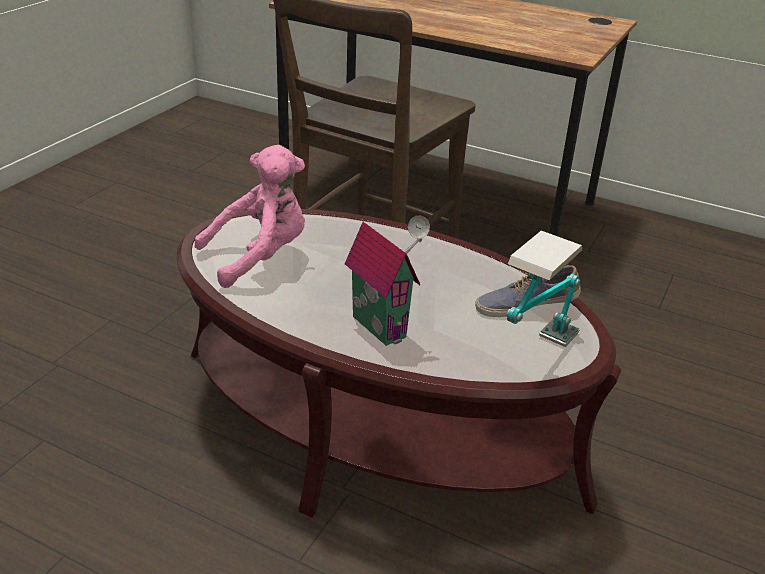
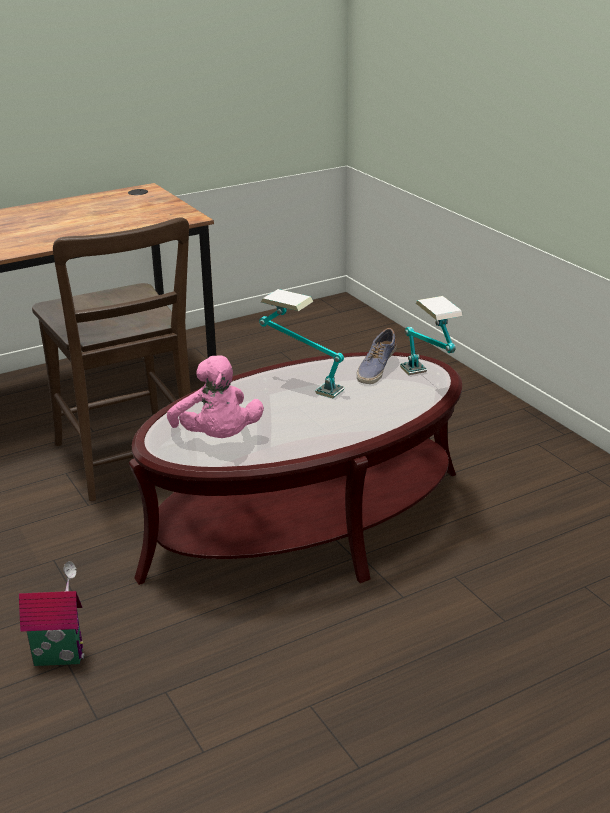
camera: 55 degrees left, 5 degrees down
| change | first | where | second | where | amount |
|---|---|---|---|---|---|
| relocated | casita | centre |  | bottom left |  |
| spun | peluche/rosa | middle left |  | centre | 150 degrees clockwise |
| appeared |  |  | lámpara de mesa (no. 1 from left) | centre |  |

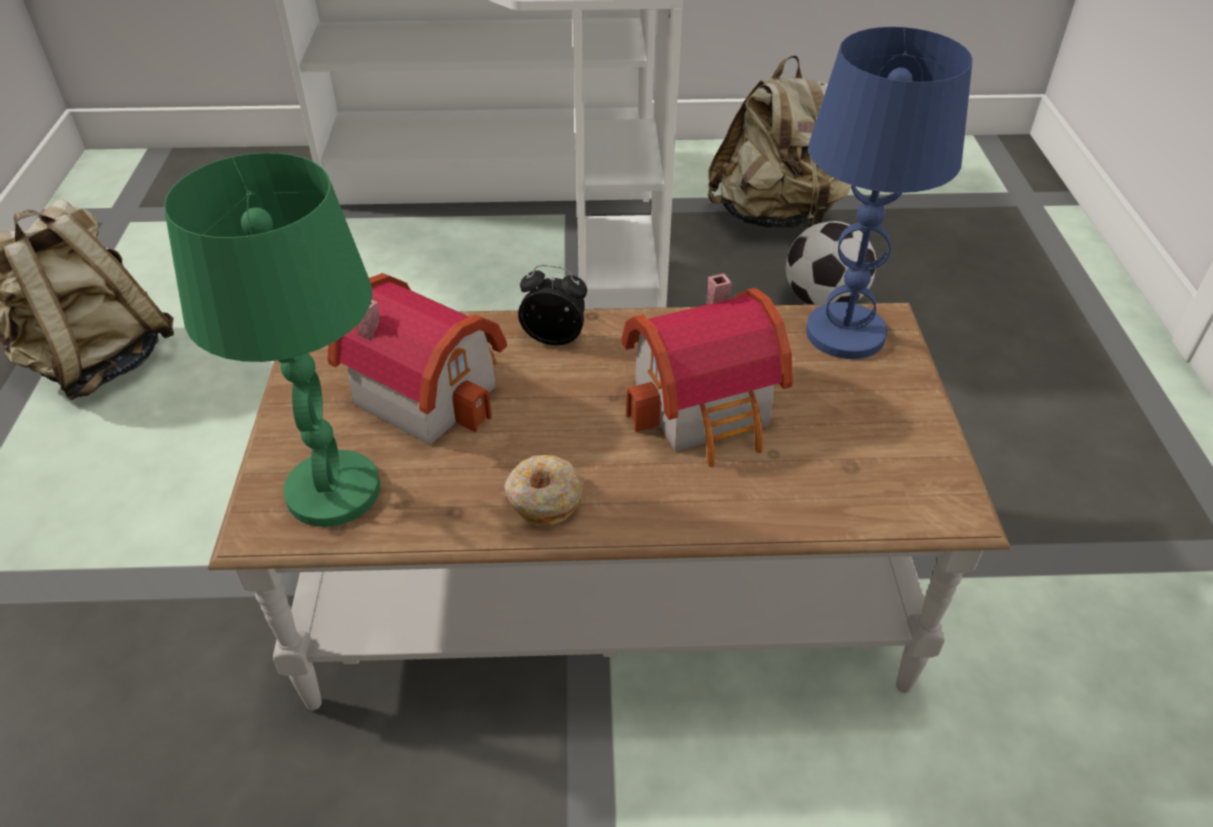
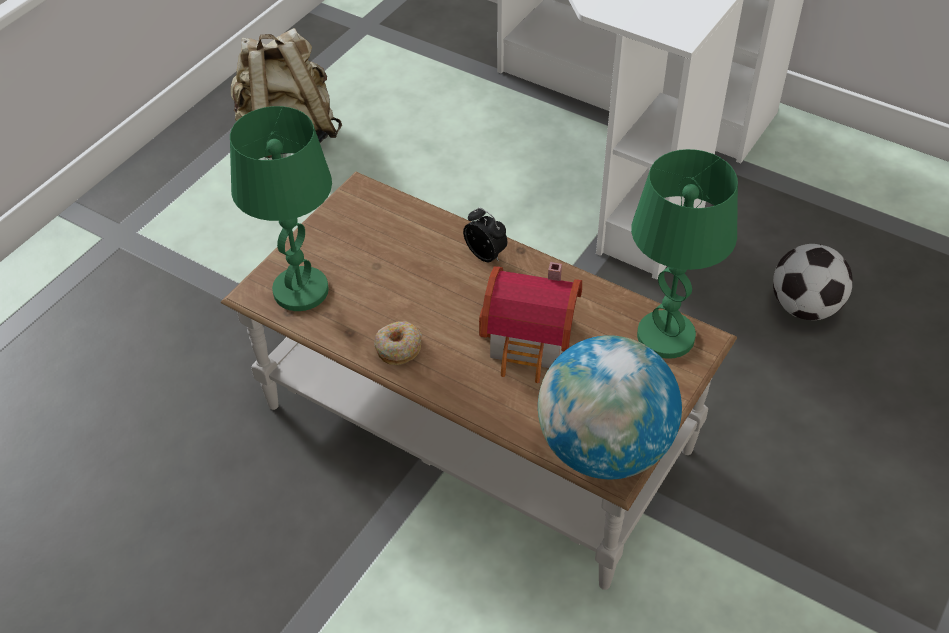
camera: 35 degrees right, 5 degrees up
| change | first | where | second | where | amount |
|---|---|---|---|---|---|
| appeared |  |  | globo terráqueo | centre |  |
| colour | lámpara de mesa/azul | top right | lámpara de mesa/verde (no. 2 from left) | middle right |  |
| missing | casita (no. 1 from left) | centre |  |  |  |
| missing | mochila/beis (no. 2 from left) | top centre |  |  |  |

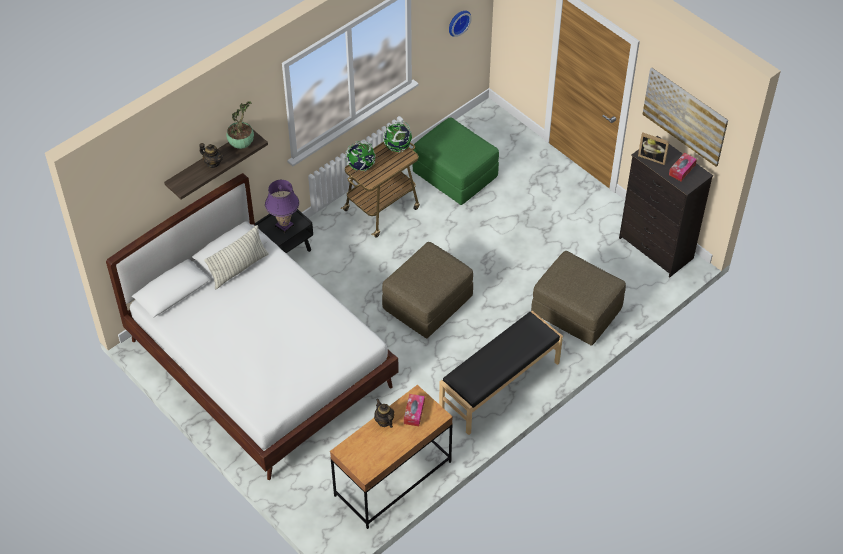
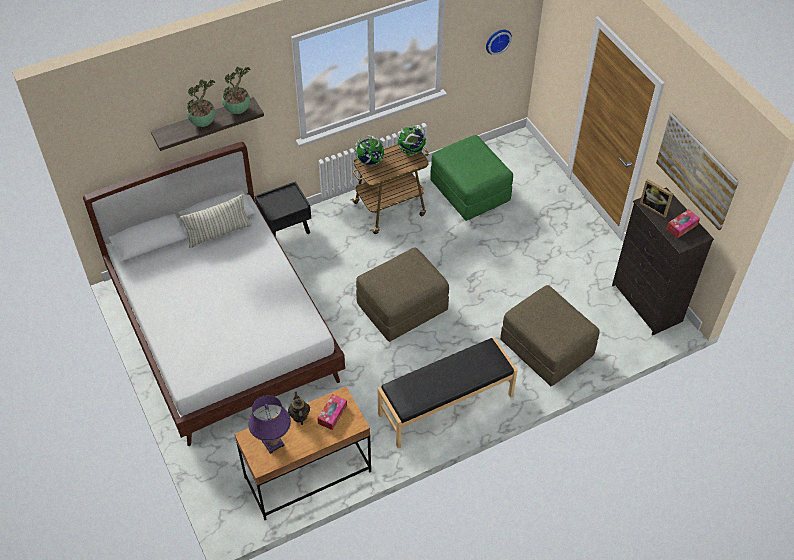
camera: 15 degrees right, 0 degrees up
| change | first | where | second | where | amount |
|---|---|---|---|---|---|
| exchanged | tetera (no. 1 from left) | top left | planta en maceta (no. 1 from left) | top left |  |
| relocated | lámpara de mesa/morado | centre |  | bottom centre |  |

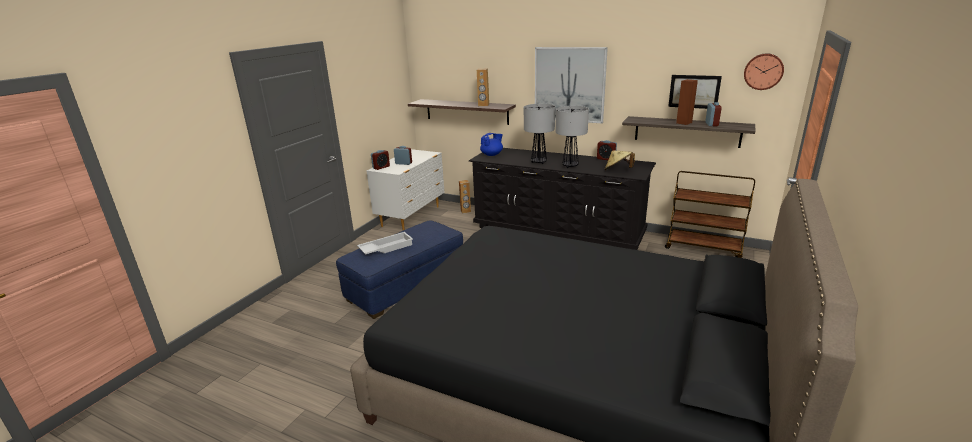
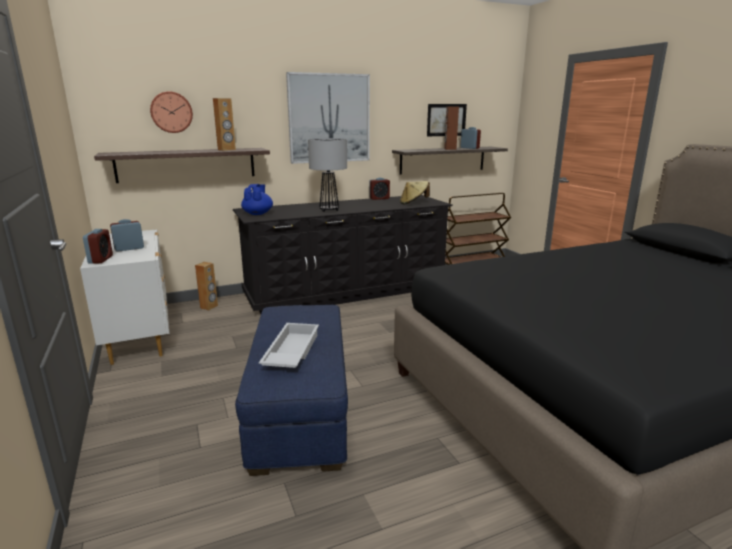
camera: 50 degrees left, 5 degrees down
| change | first | where | second | where | amount |
|---|---|---|---|---|---|
| relocated | reloj de pared | top right |  | top left |  |
| missing | lámpara de mesa (no. 2 from left) | top centre |  |  |  |

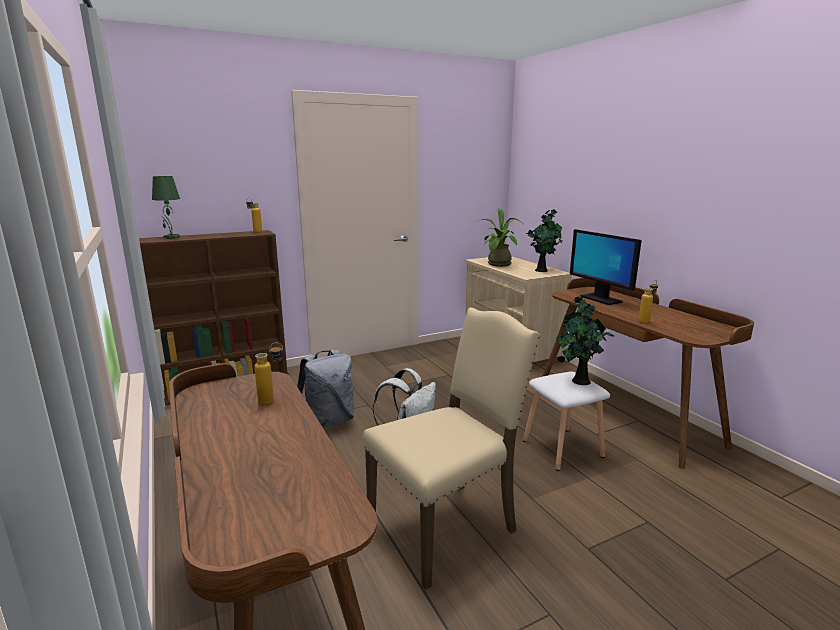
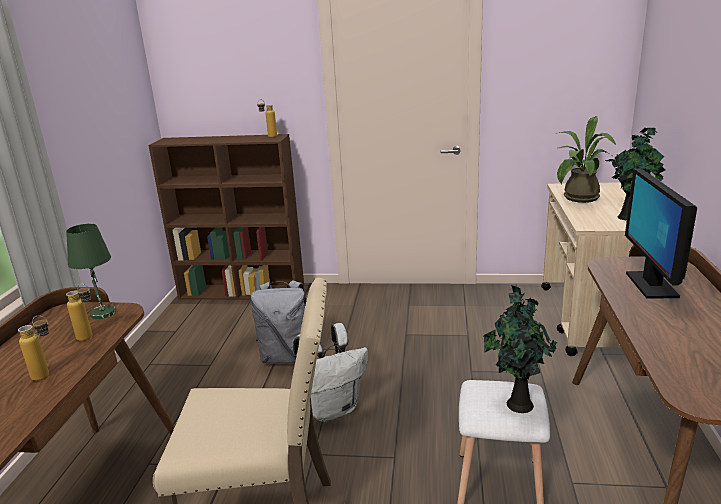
camera: 35 degrees right, 5 degrees up
| change | first | where | second | where | amount |
|---|---|---|---|---|---|
| relocated | botella (no. 3 from left in the first image) | middle right | botella (no. 1 from left) | bottom left |  |
| relocated | lámpara de mesa/verde | top left |  | middle left |  |

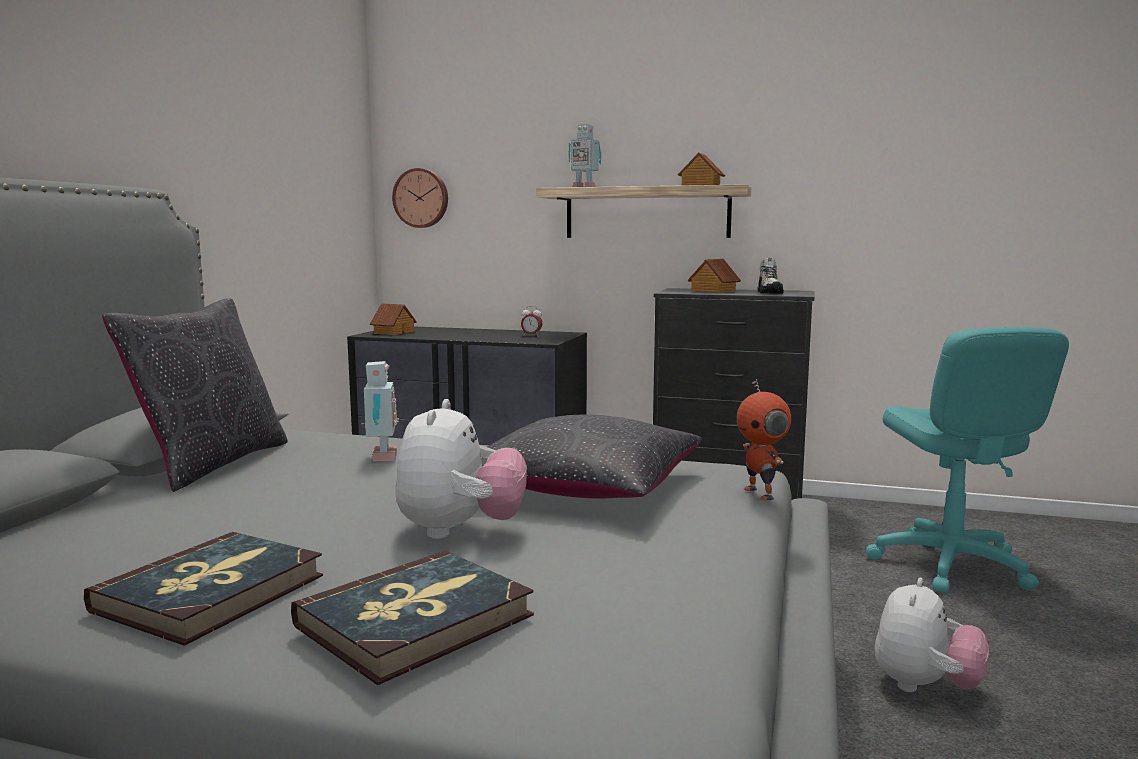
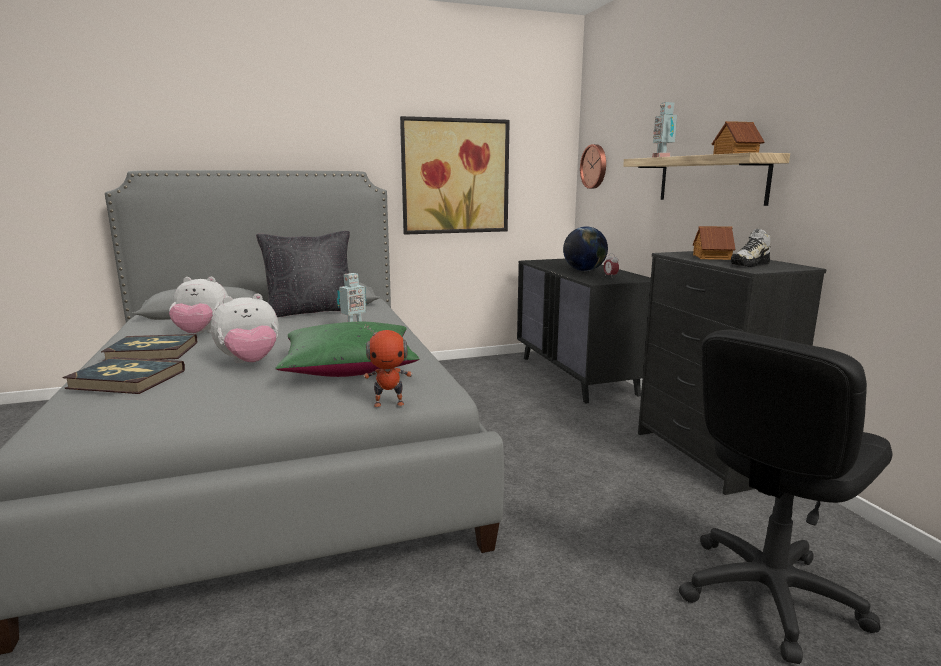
camera: 55 degrees right, 5 degrees up
| change | first | where | second | where | amount |
|---|---|---|---|---|---|
| relocated | peluche (no. 2 from left in the first image) | bottom right | peluche (no. 1 from left) | middle left |  |
| colour | cojín/negro (no. 2 from left) | centre | cojín/verde | centre |  |
| spun | robot de juguete (no. 3 from left in the first image) | middle right | robot de juguete (no. 2 from left) | centre | 135 degrees counterclockwise |
| appeared |  |  | cuadro | top centre |  |
| appeared |  |  | globo terráqueo | centre |  |
| colour | silla de oficina/turquesa | middle right | silla de oficina/negro | bottom right |  |
| missing | casita (no. 1 from left) | centre |  |  |  |

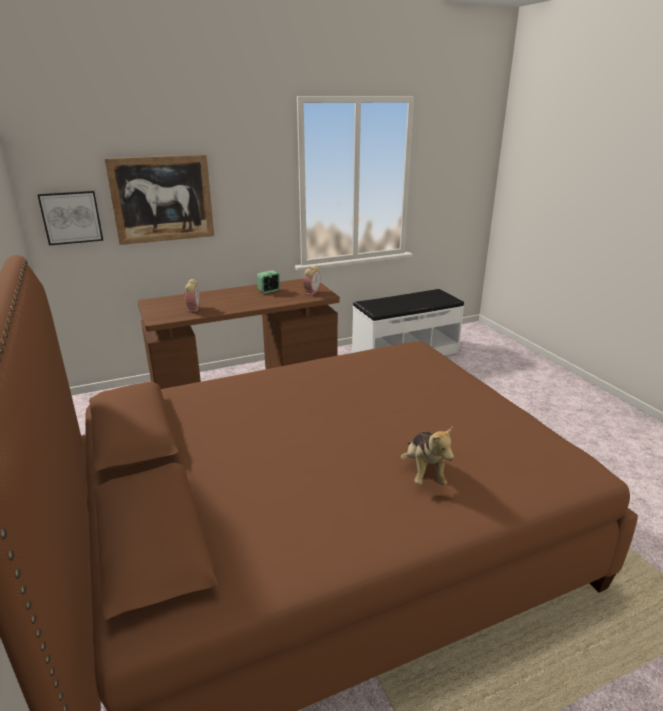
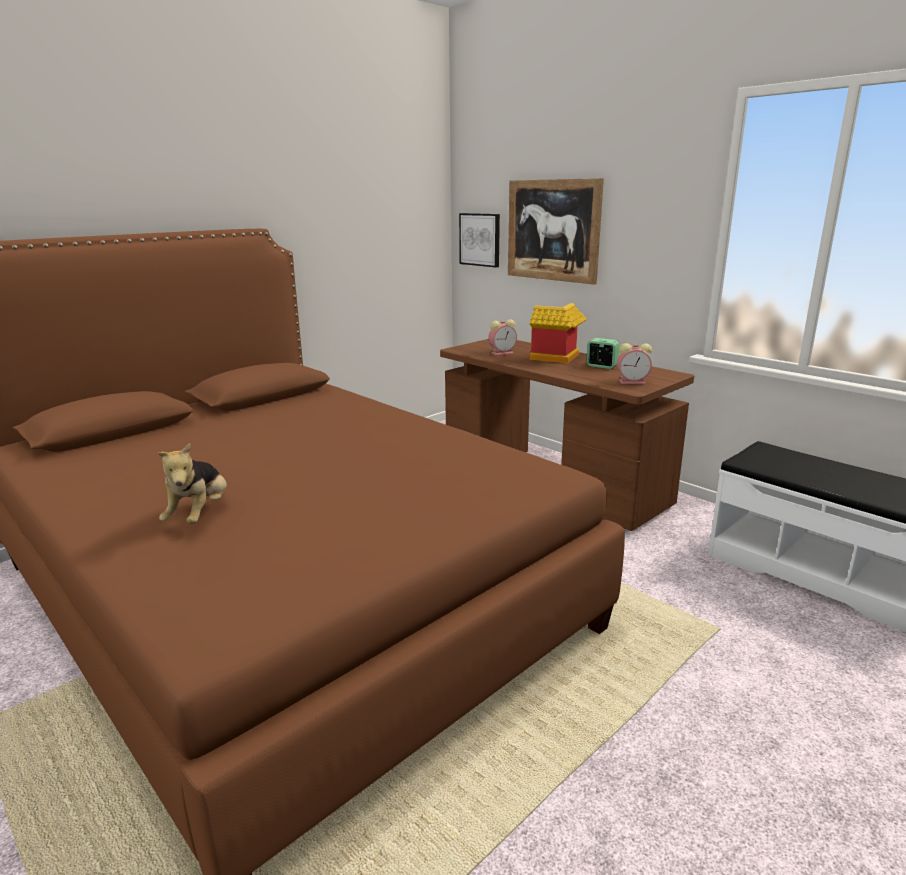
camera: 70 degrees right, 5 degrees down
| change | first | where | second | where | amount |
|---|---|---|---|---|---|
| spun | peluche | centre |  | middle left | 60 degrees counterclockwise |
| appeared |  |  | casita | centre |  |

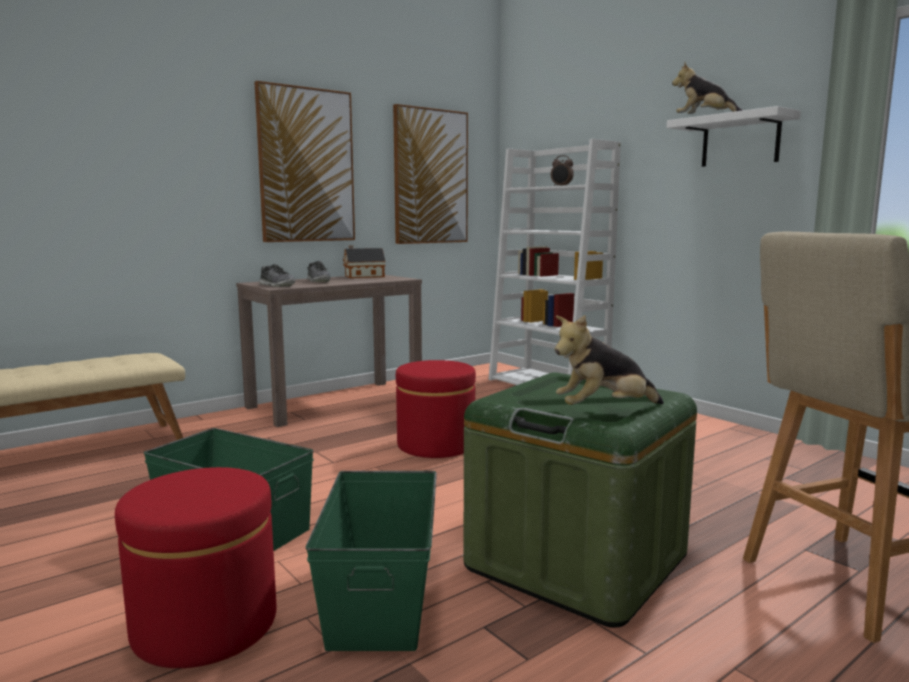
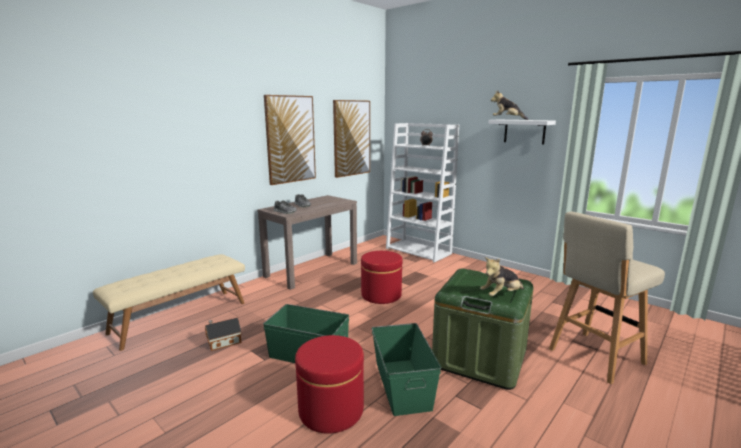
camera: 10 degrees left, 5 degrees up
| change | first | where | second | where | amount |
|---|---|---|---|---|---|
| relocated | casita | centre |  | bottom left |  |

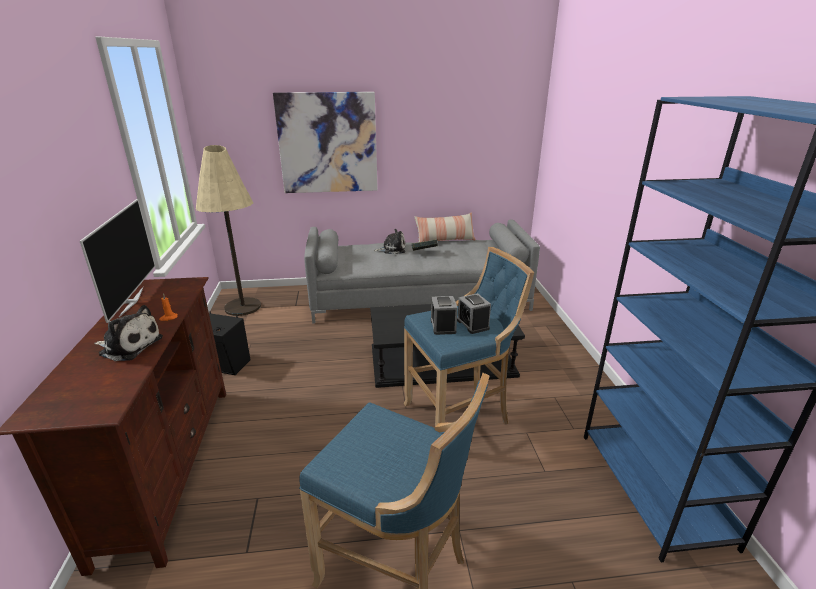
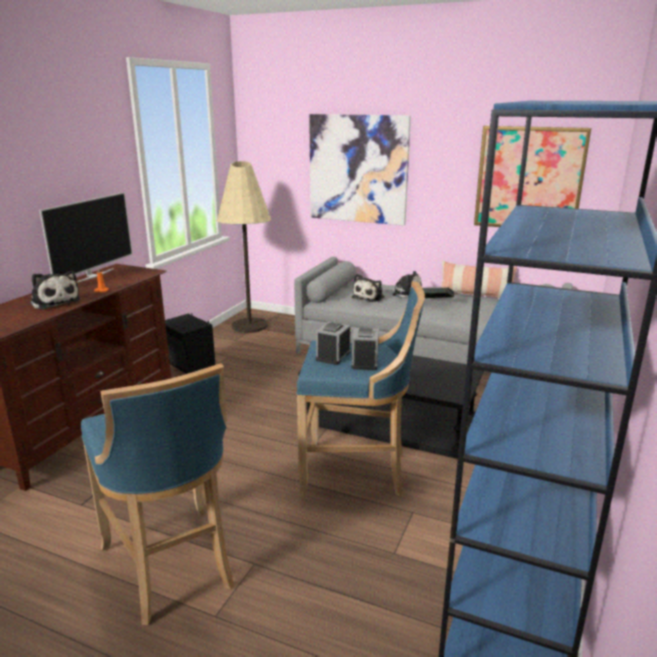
camera: 30 degrees right, 5 degrees down
| change | first | where | second | where | amount |
|---|---|---|---|---|---|
| appeared |  |  | peluche (no. 2 from left) | centre |  |
| appeared |  |  | cuadro (no. 2 from left) | top right |  |

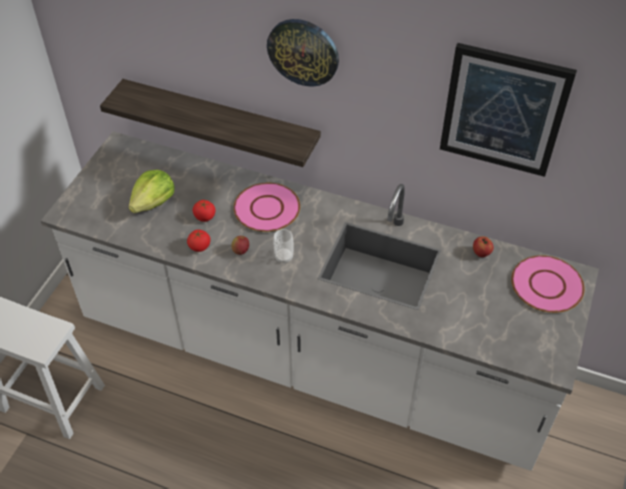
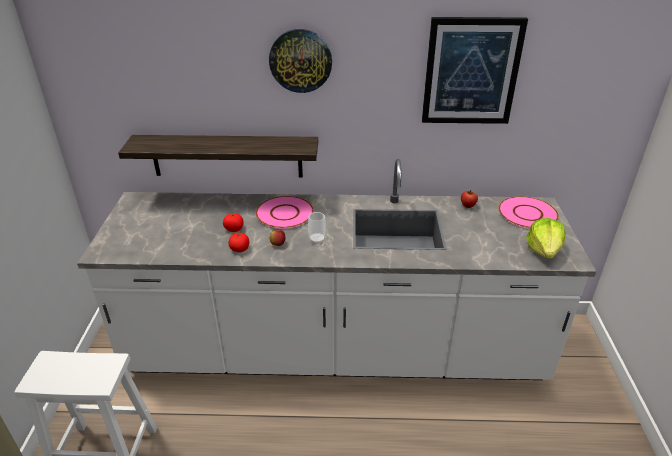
camera: 20 degrees left, 15 degrees down
| change | first | where | second | where | amount |
|---|---|---|---|---|---|
| relocated | lechuga | middle left |  | middle right |  |

